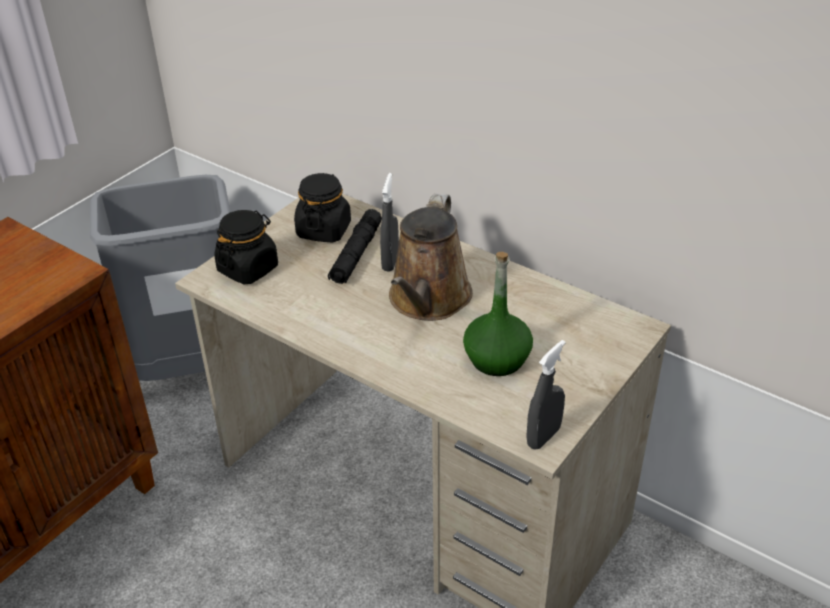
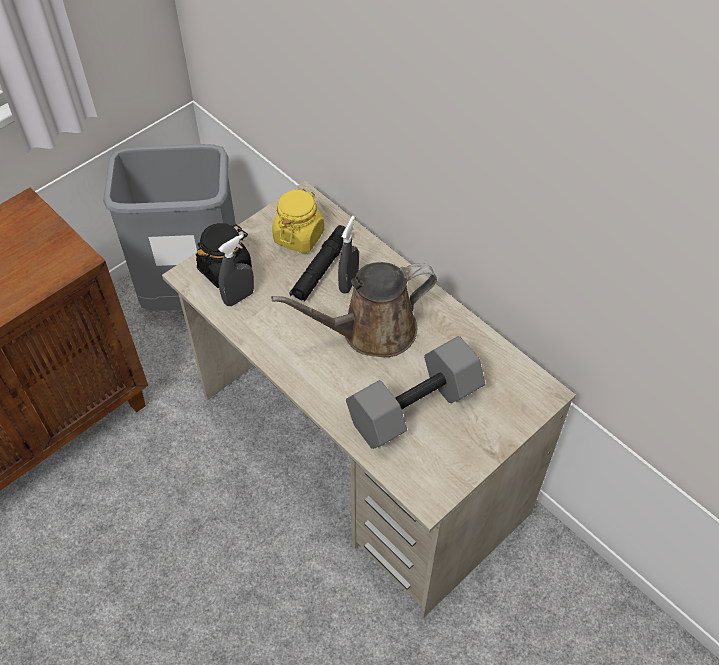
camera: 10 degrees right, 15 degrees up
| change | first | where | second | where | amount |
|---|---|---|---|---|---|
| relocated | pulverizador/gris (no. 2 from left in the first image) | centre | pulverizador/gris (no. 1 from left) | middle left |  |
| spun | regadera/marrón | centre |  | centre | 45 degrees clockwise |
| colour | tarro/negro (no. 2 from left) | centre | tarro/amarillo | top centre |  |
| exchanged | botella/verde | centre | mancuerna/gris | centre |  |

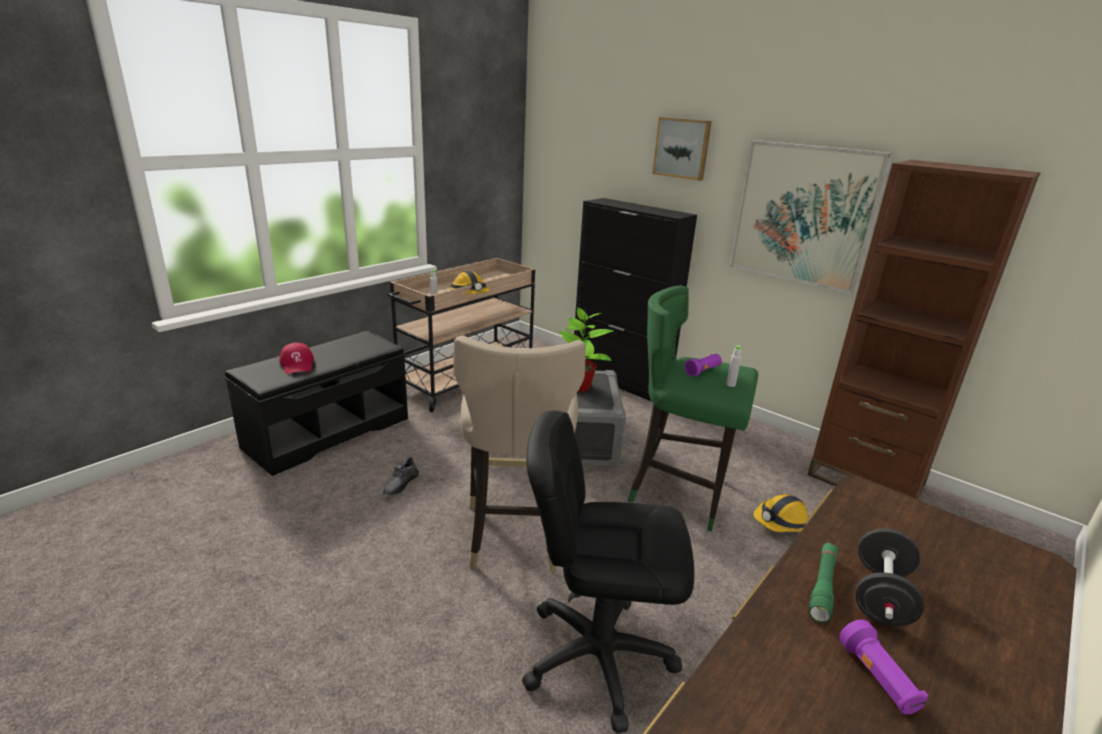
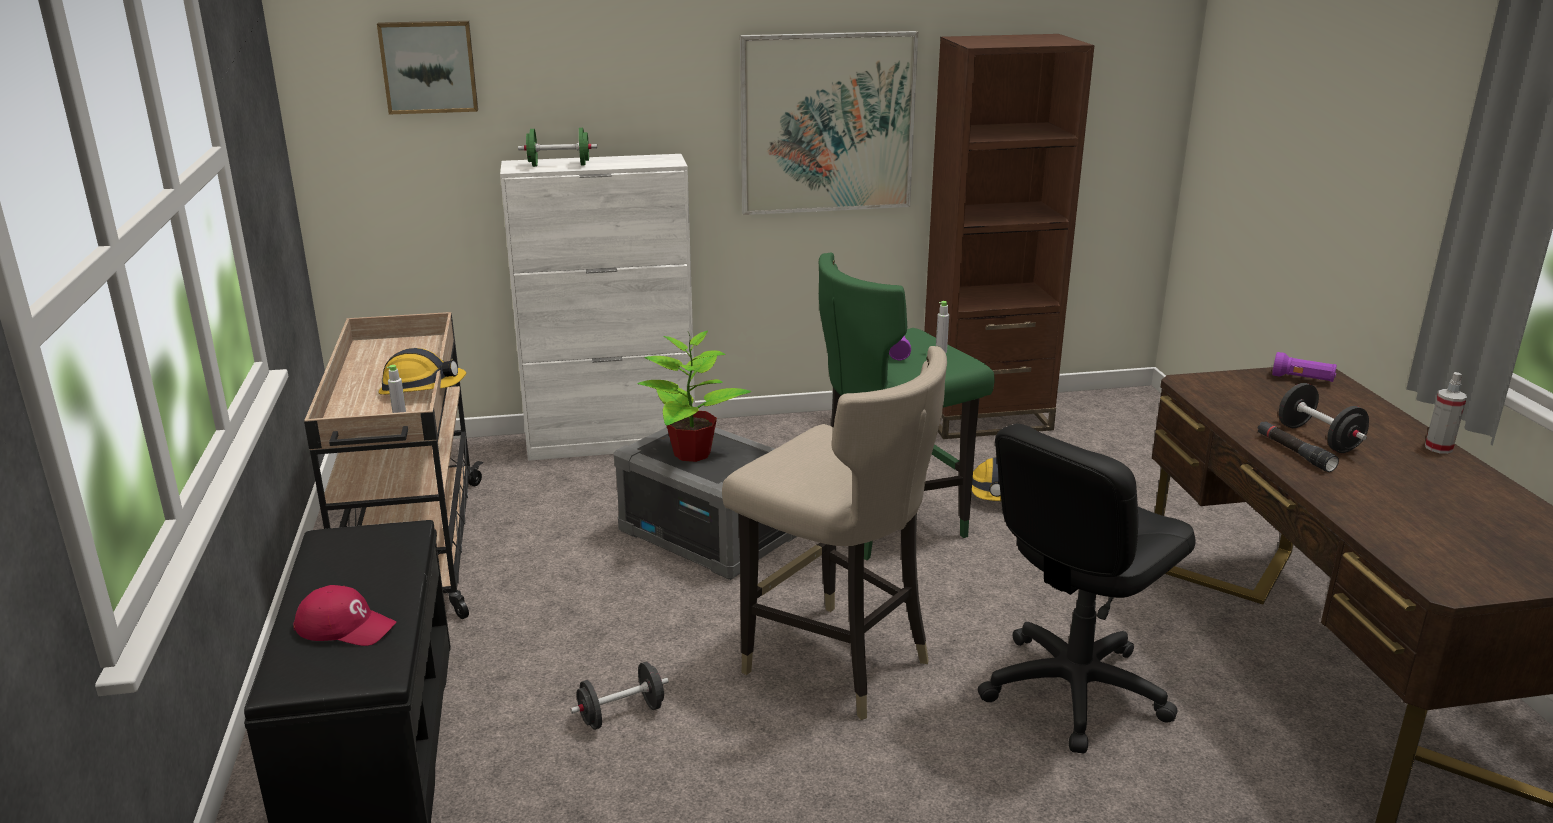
camera: 50 degrees left, 0 degrees up
| change | first | where | second | where | amount |
|---|---|---|---|---|---|
| relocated | cuadro (no. 1 from left) | top centre |  | top left |  |
| colour | armario/negro | centre | armario/blanco | centre |  |
| appeared |  |  | mancuerna/verde | top centre |  |
| exchanged | zapato/gris | centre | mancuerna/negro (no. 1 from left) | bottom centre |  |
| colour | linterna/verde | bottom right | linterna/negro | middle right |  |
| relocated | linterna/morado (no. 2 from left) | bottom right |  | middle right |  |
| appeared |  |  | pulverizador | middle right |  |

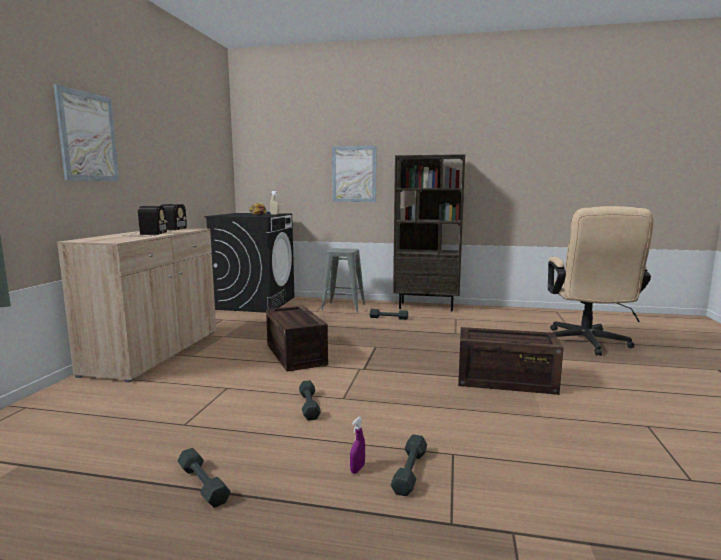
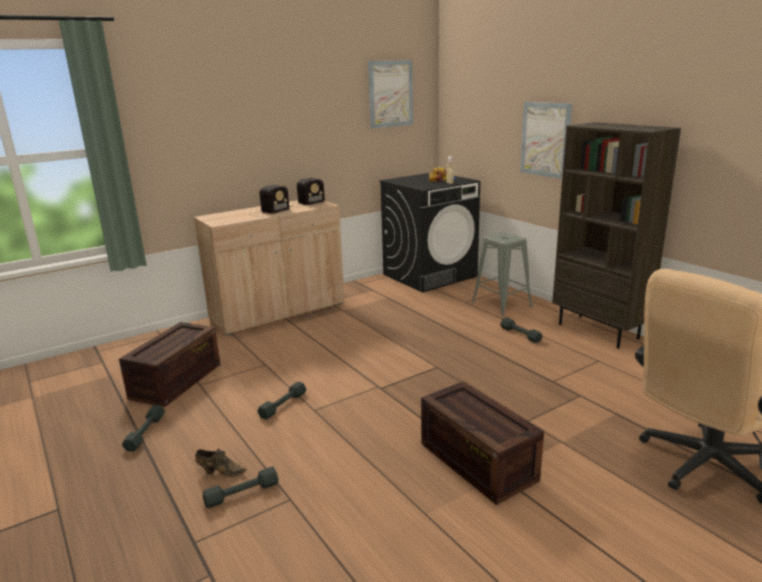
camera: 45 degrees right, 10 degrees up
| change | first | where | second | where | amount |
|---|---|---|---|---|---|
| relocated | caja de embalaje (no. 1 from left) | centre |  | middle left |  |
| exchanged | pulverizador/morado | bottom centre | zapato/marrón | bottom left |  |
| relocated | cuadro (no. 1 from left) | top left |  | top centre |  |

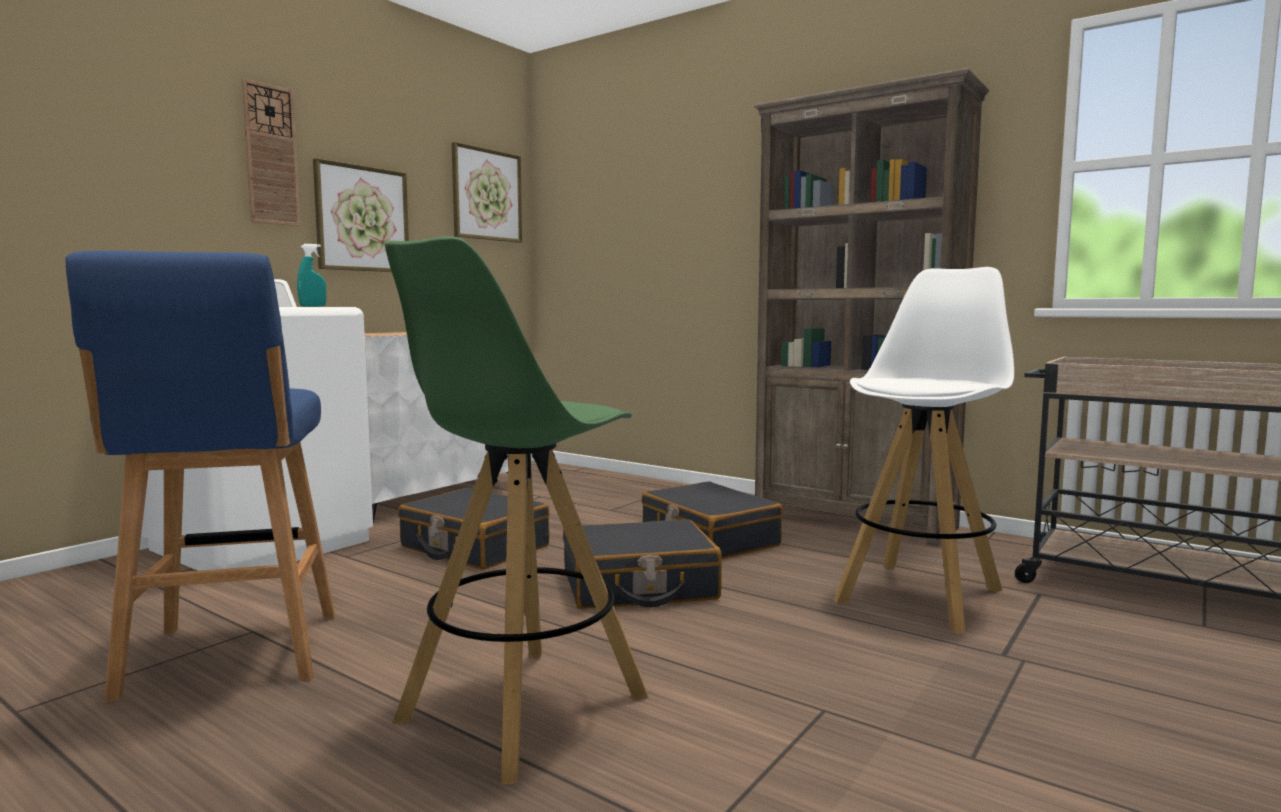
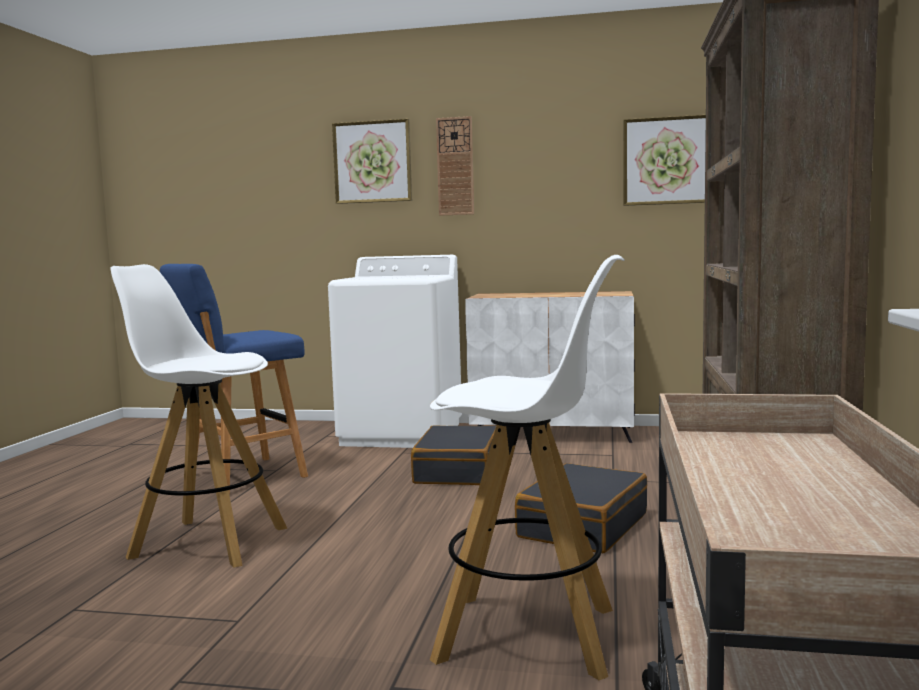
camera: 65 degrees right, 0 degrees up
| change | first | where | second | where | amount |
|---|---|---|---|---|---|
| colour | taburete/verde | centre | taburete/blanco (no. 1 from left) | middle left |  |
| relocated | cuadro (no. 1 from left) | top left |  | top centre |  |
| missing | pulverizador/turquesa | middle left |  |  |  |
| missing | maleta/negro (no. 2 from left) | bottom centre |  |  |  |

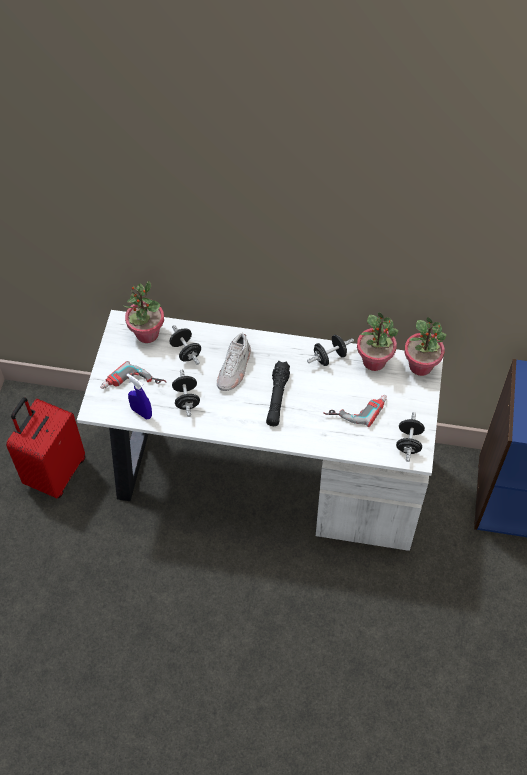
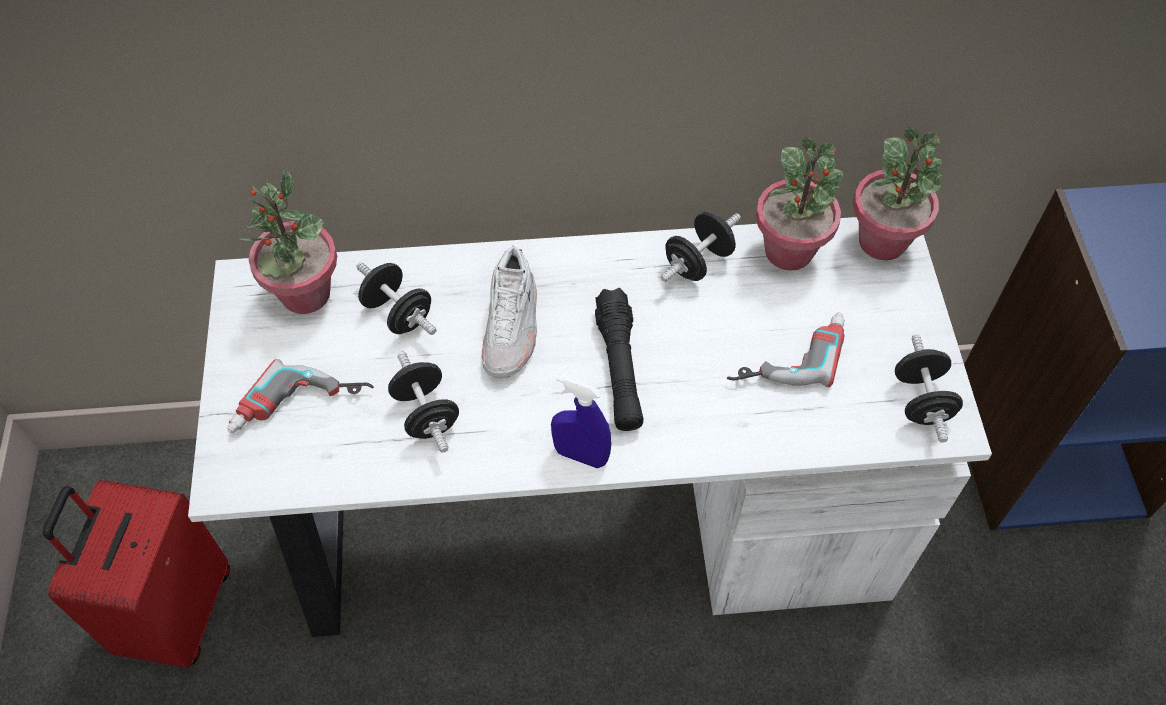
camera: 15 degrees left, 0 degrees up
| change | first | where | second | where | amount |
|---|---|---|---|---|---|
| relocated | pulverizador/azul | middle left |  | centre |  |

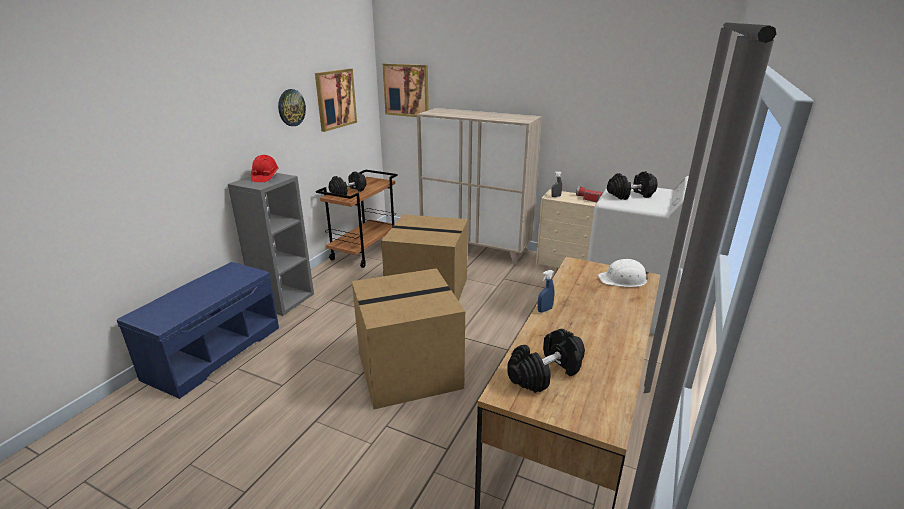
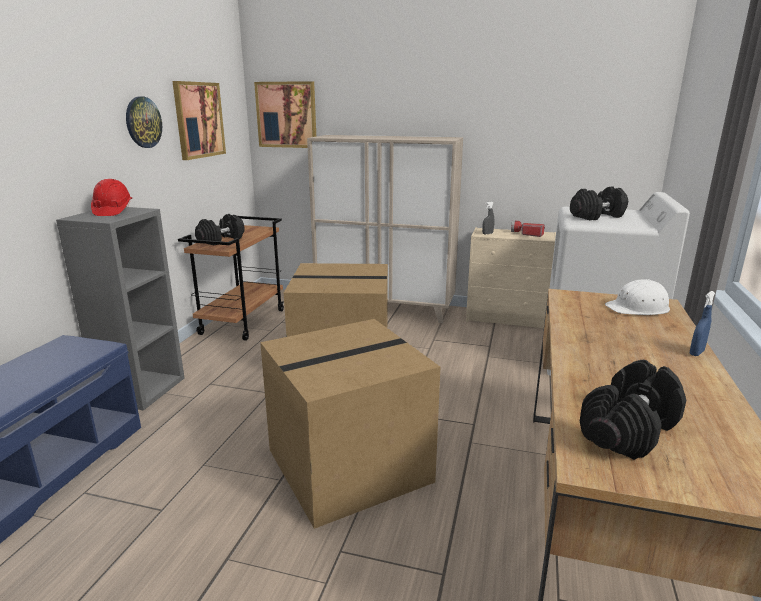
camera: 10 degrees left, 5 degrees down
| change | first | where | second | where | amount |
|---|---|---|---|---|---|
| relocated | pulverizador/azul | centre |  | middle right |  |

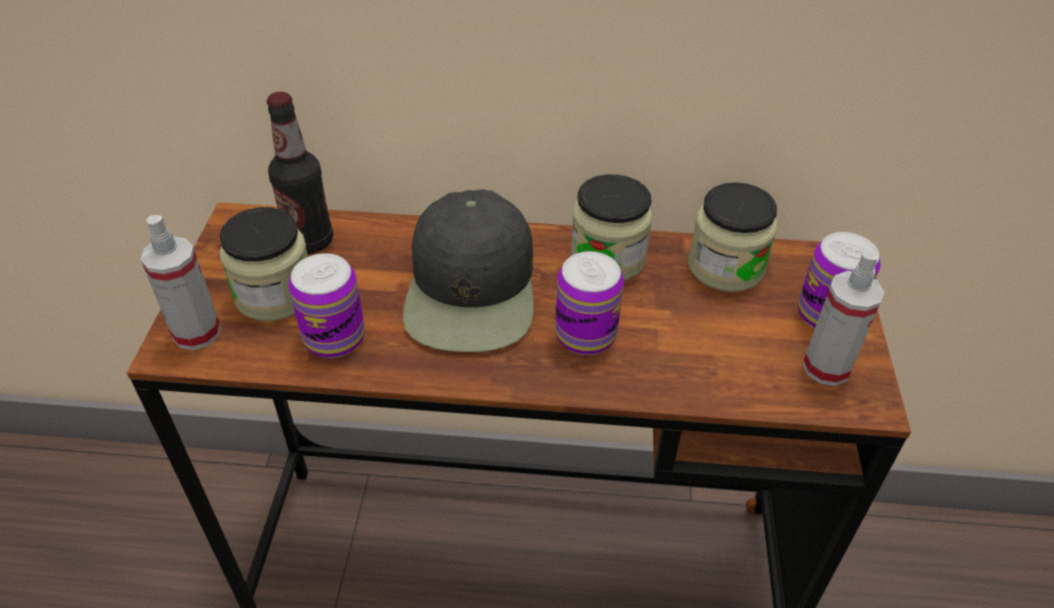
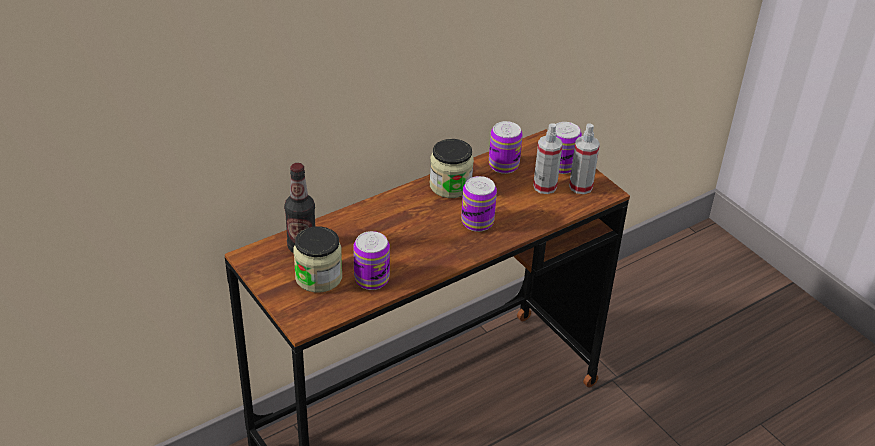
camera: 40 degrees left, 5 degrees down
| change | first | where | second | where | amount |
|---|---|---|---|---|---|
| exchanged | tarro (no. 3 from left) | middle right | lata (no. 3 from left) | top centre |  |
| relocated | pulverizador (no. 1 from left) | middle left |  | centre |  |
| missing | gorra/negro | centre |  |  |  |

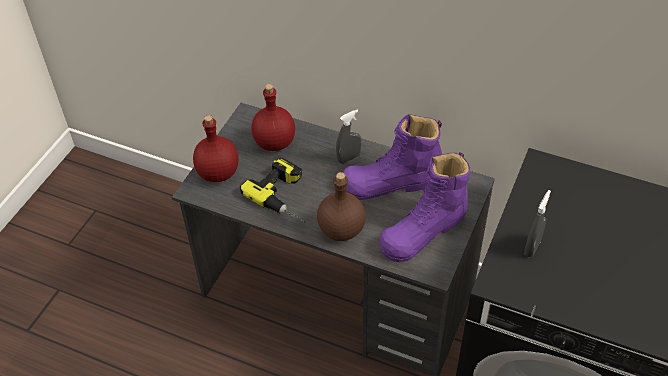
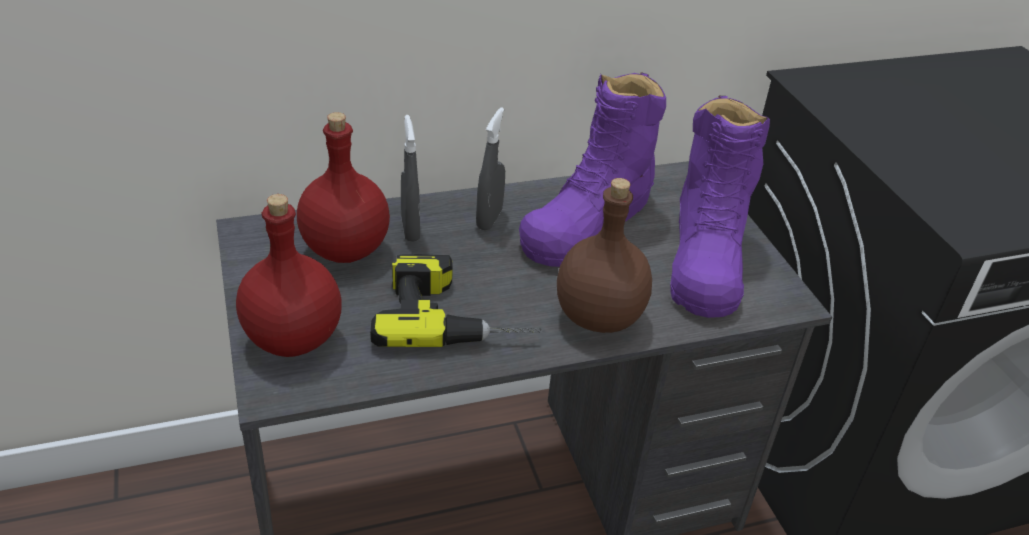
camera: 45 degrees left, 10 degrees down
| change | first | where | second | where | amount |
|---|---|---|---|---|---|
| relocated | pulverizador/gris (no. 2 from left in the first image) | middle right | pulverizador/gris (no. 1 from left) | top centre |  |

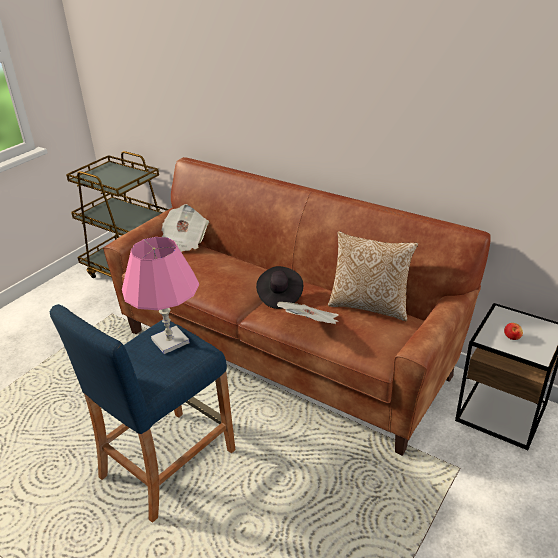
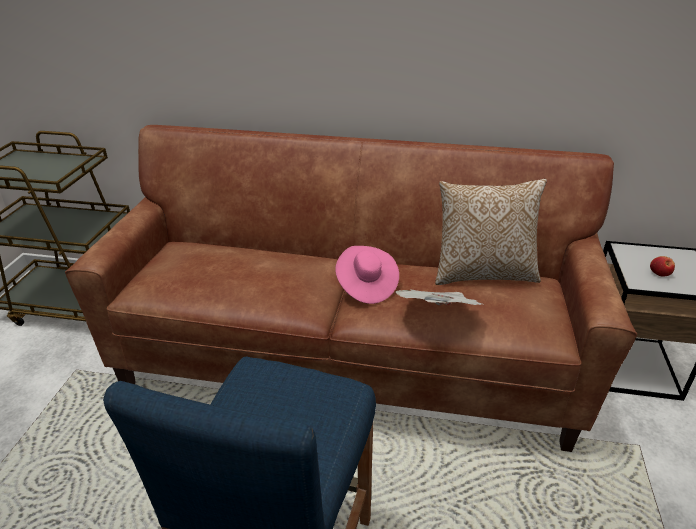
camera: 25 degrees left, 0 degrees up
| change | first | where | second | where | amount |
|---|---|---|---|---|---|
| colour | sombrero/negro | centre | sombrero/rosa | centre |  |
| missing | lámpara de mesa/rosa | middle left |  |  |  |
| missing | periódico (no. 1 from left) | middle left |  |  |  |

